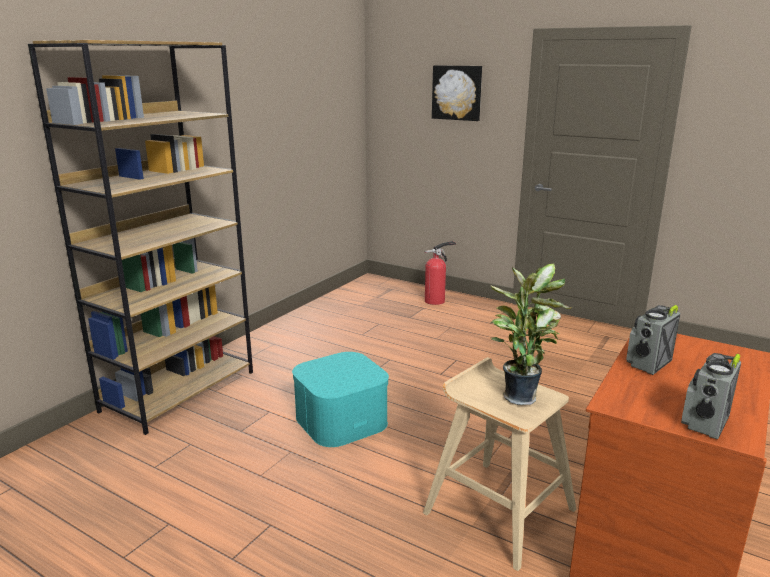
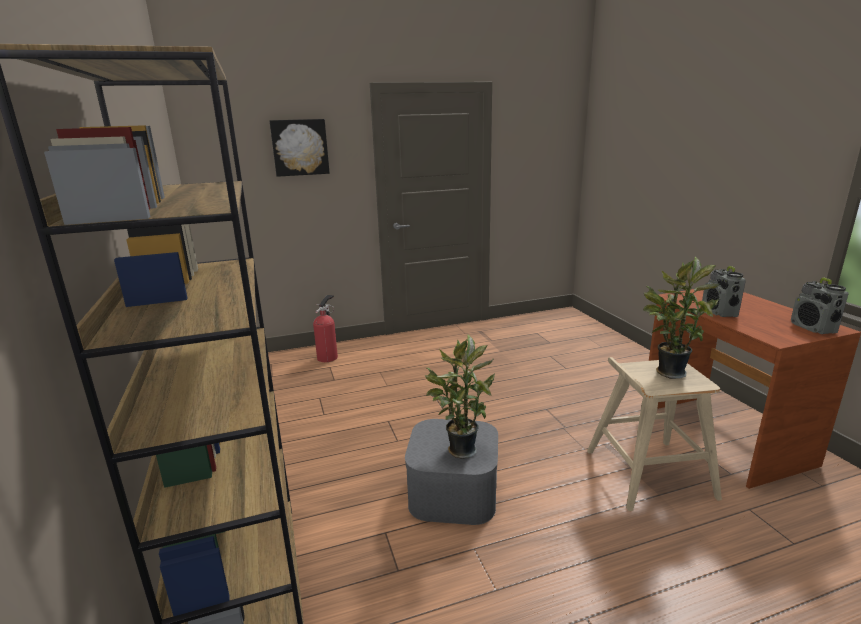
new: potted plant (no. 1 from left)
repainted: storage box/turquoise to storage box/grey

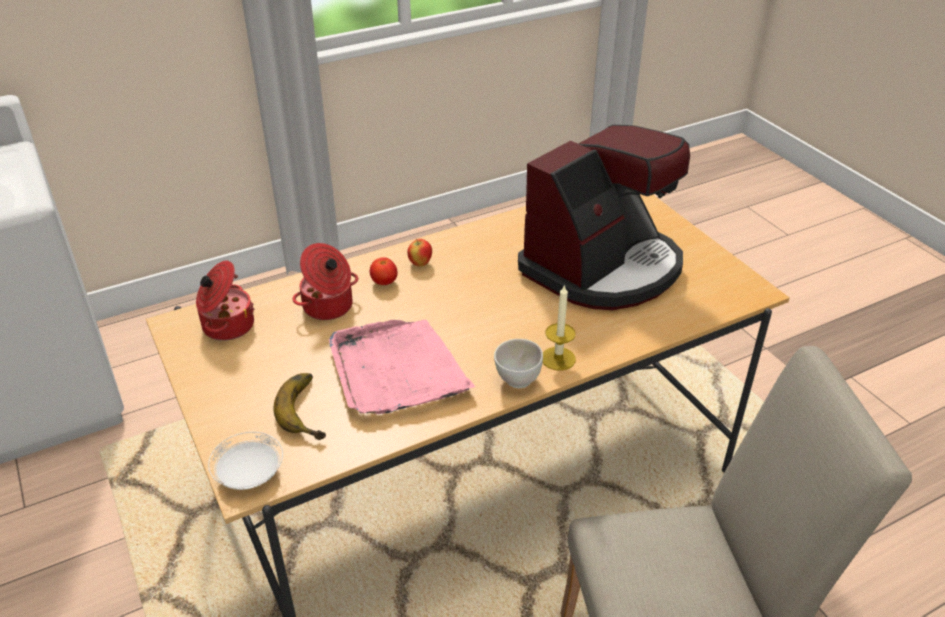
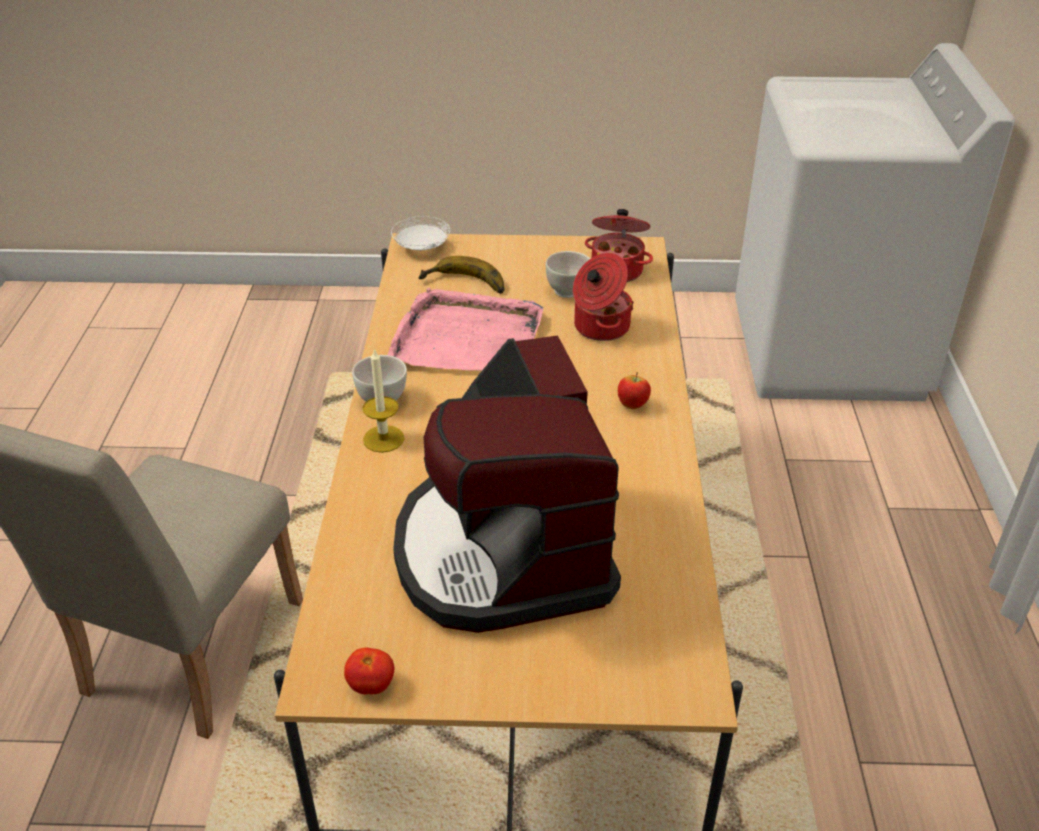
new: bowl/white (no. 2 from left)
shifted: tomato

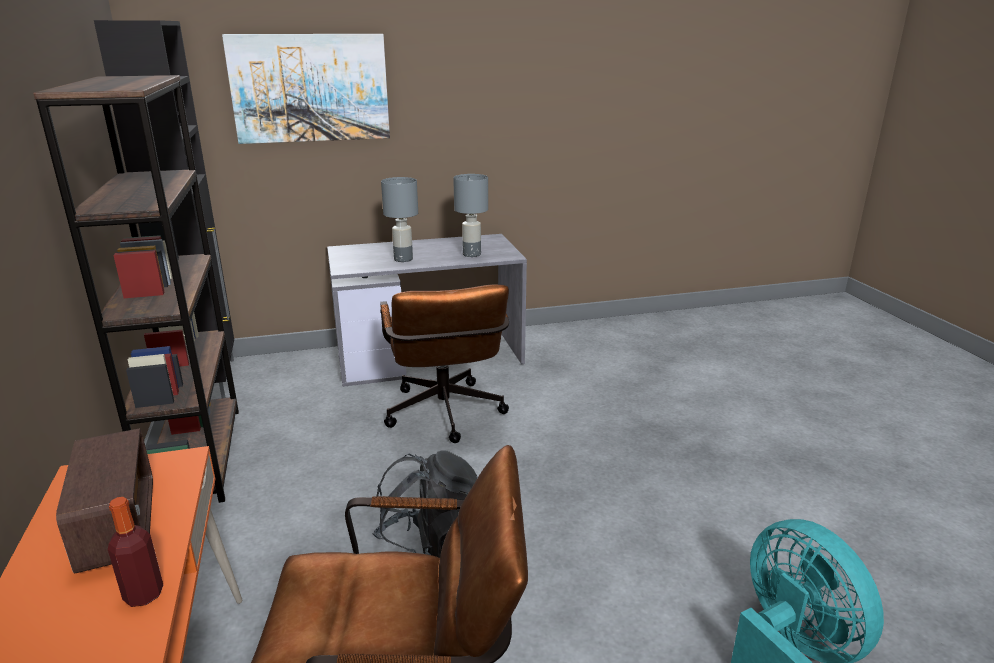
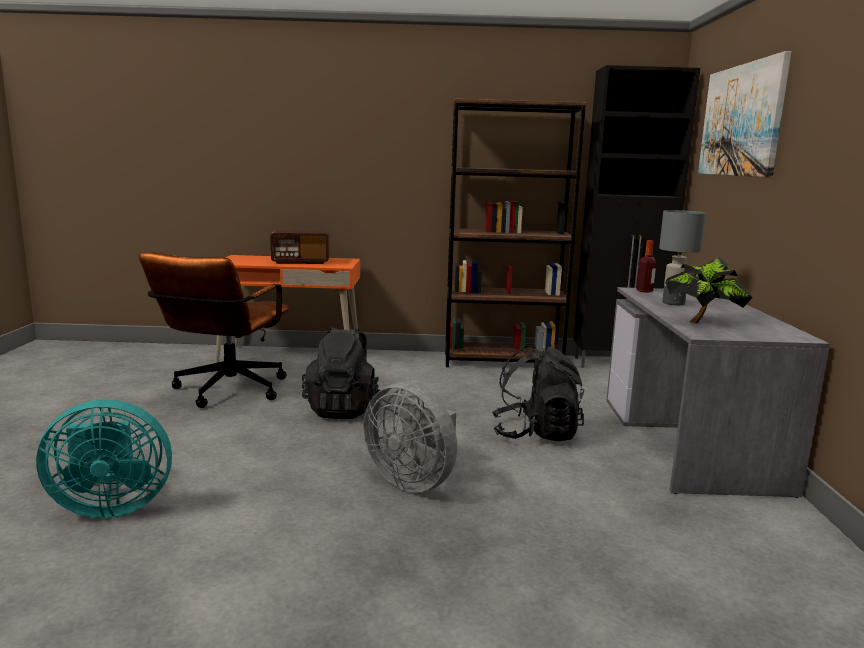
new: fan/grey
shifted: bottle
swapped: office chair/brown (no. 2 from left) to backpack/black (no. 2 from left); table lamp/grey (no. 2 from left) to potted plant

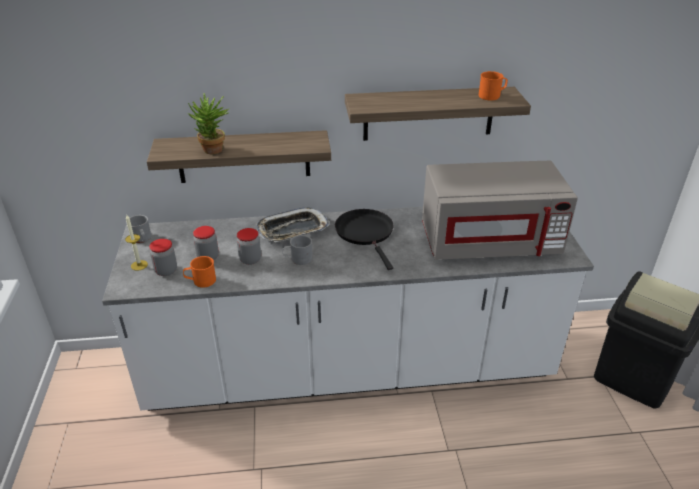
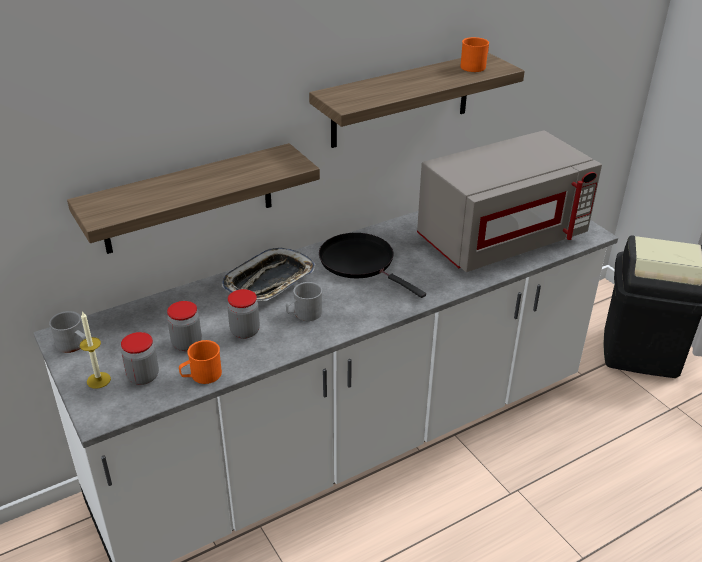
gone: potted plant

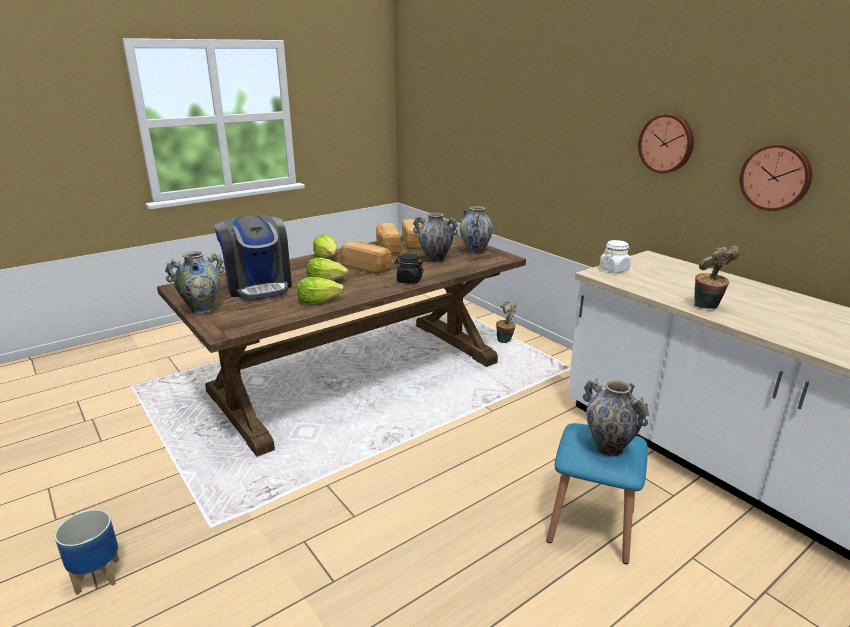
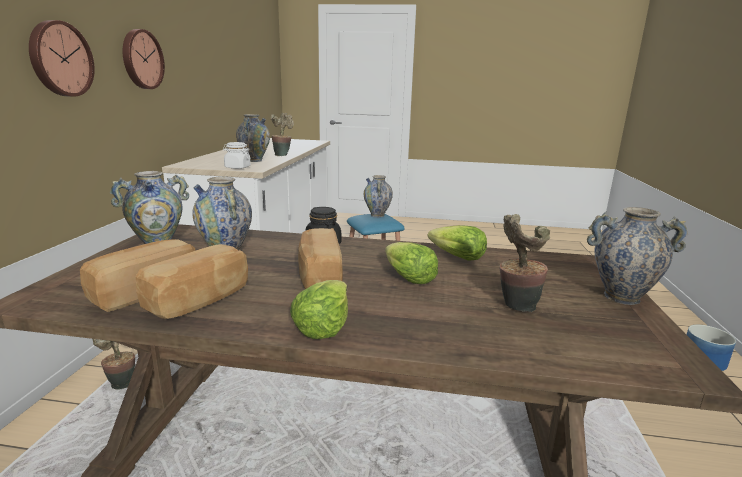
new: vase (no. 3 from left)
shifted: wall clock (no. 2 from left in the first image) to wall clock (no. 1 from left)
swapped: coffee machine to potted plant (no. 3 from left)

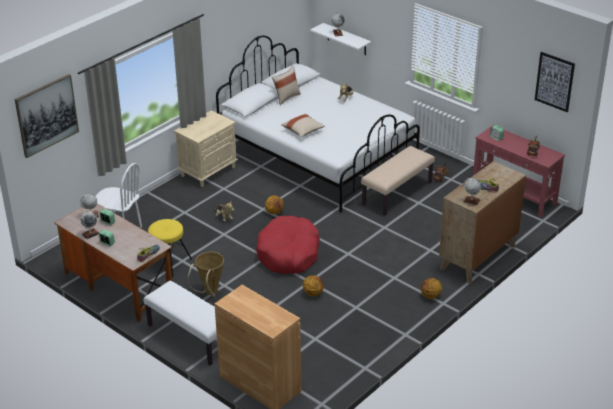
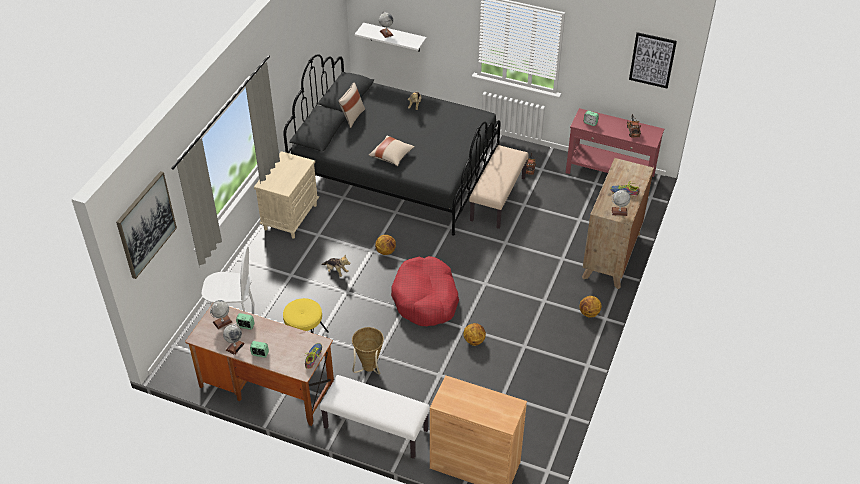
repainted: bed/white to bed/black

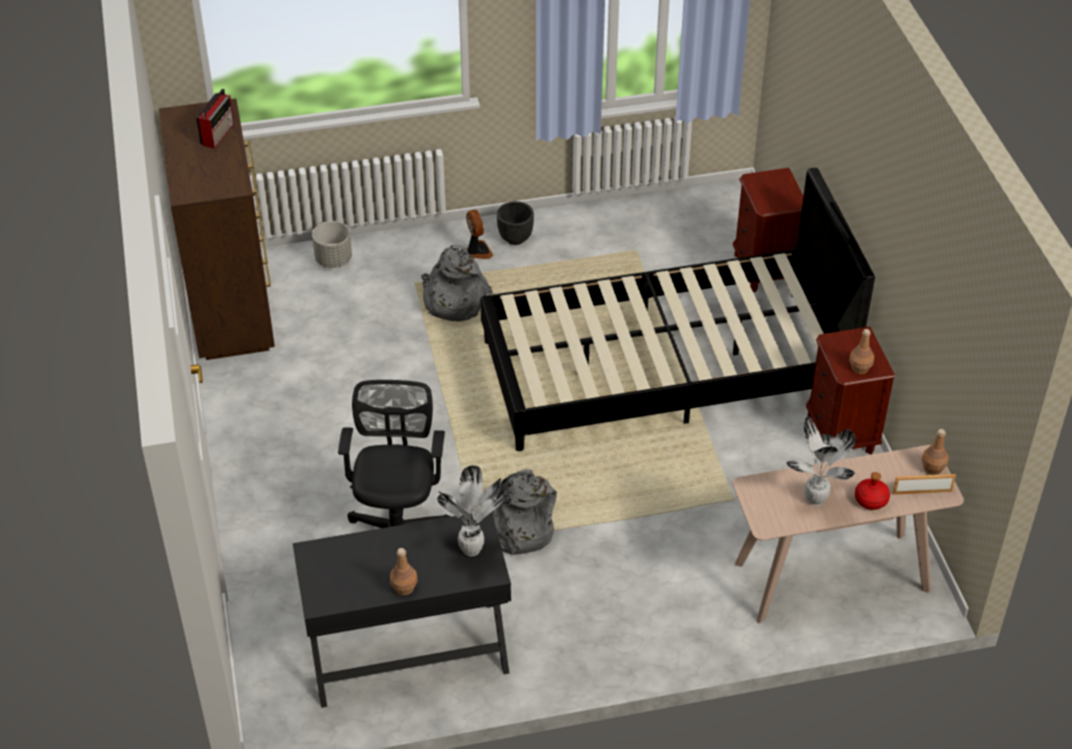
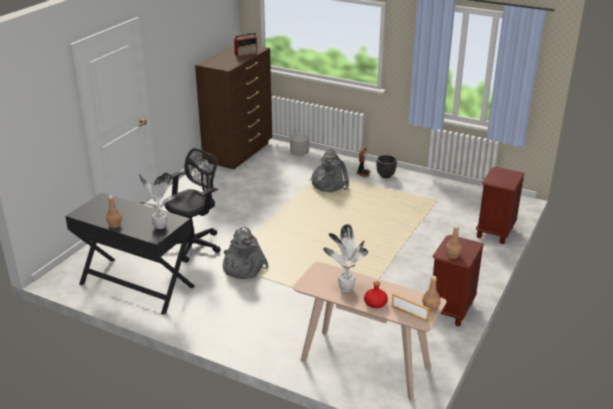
gone: bed/black

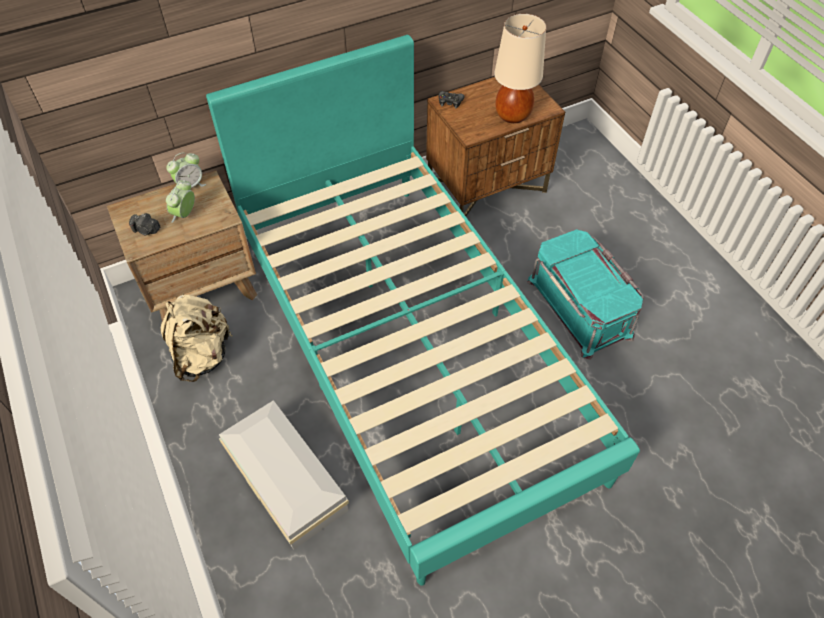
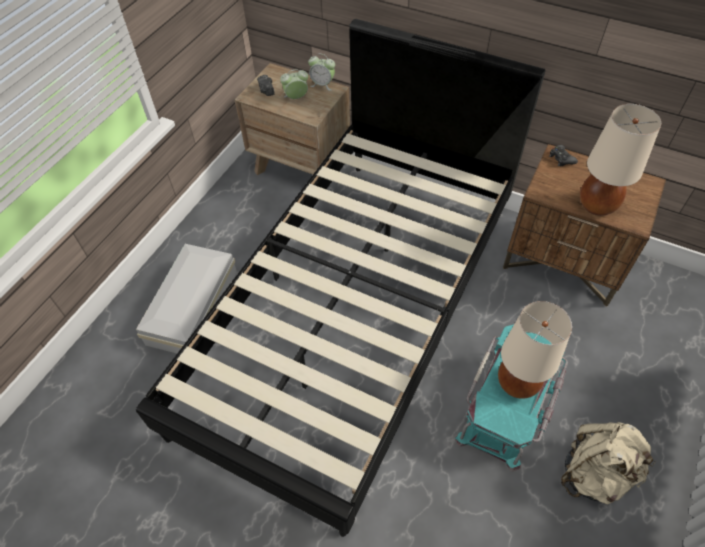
new: table lamp/beige (no. 1 from left)
shifted: backpack/beige
repainted: bed/turquoise to bed/black

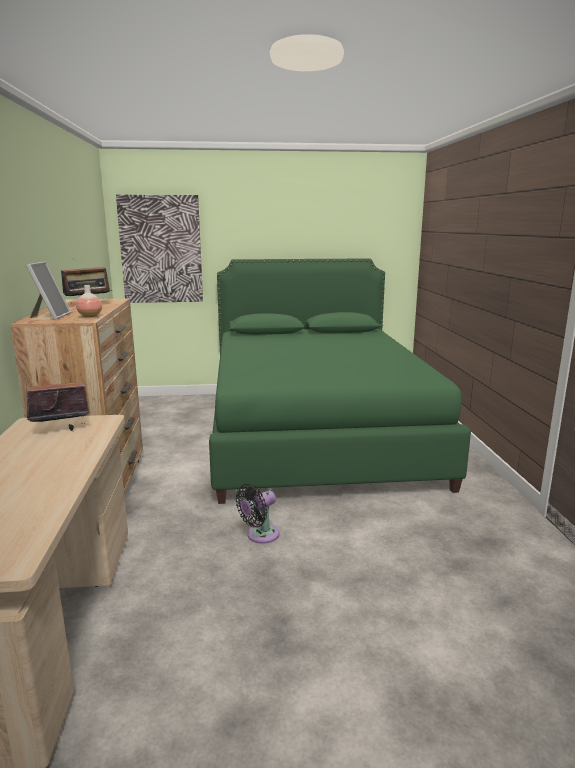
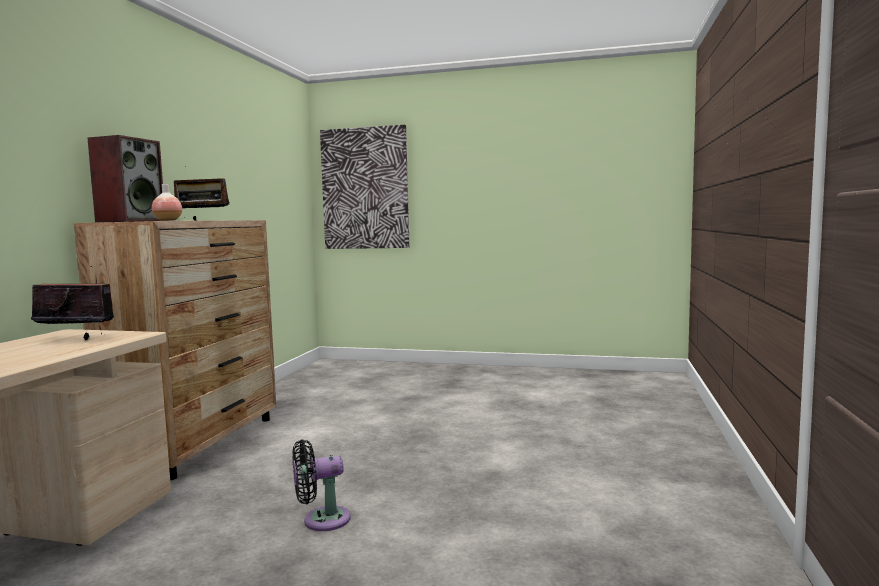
gone: bed/green
swapped: picture frame to speaker

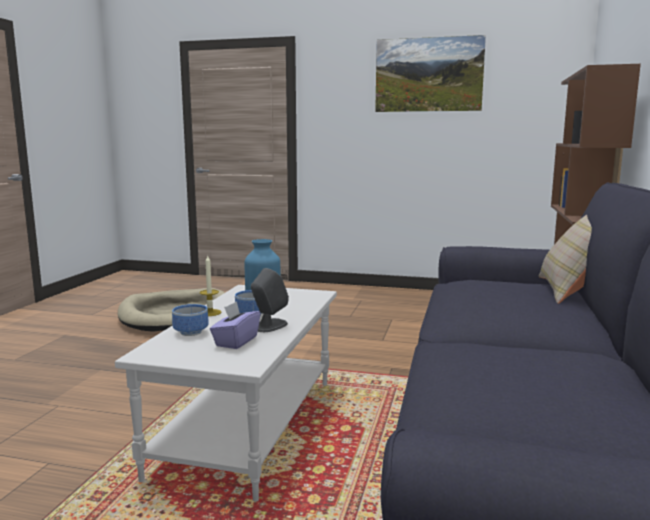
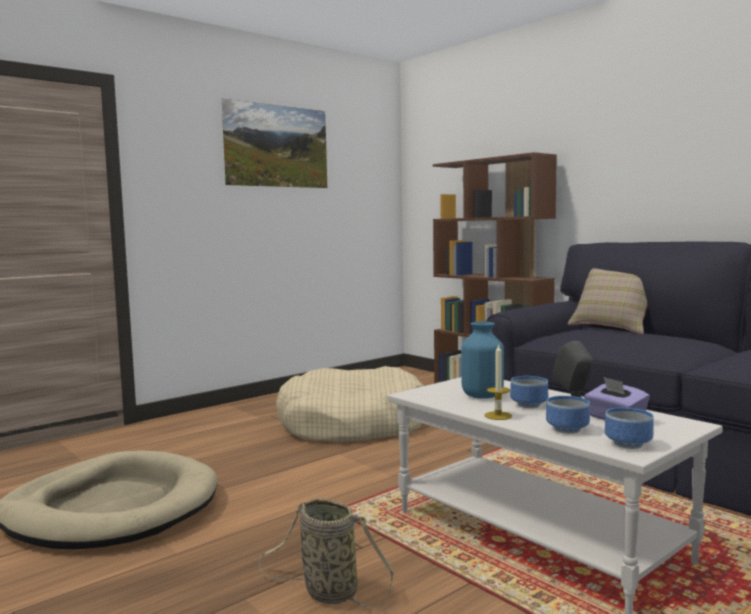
new: basket; dog bed/beige (no. 2 from left); bowl (no. 3 from left)

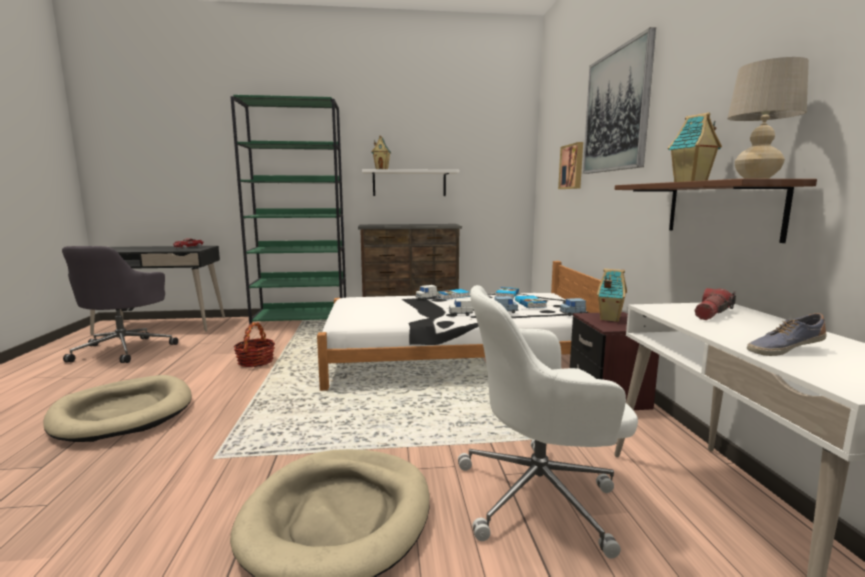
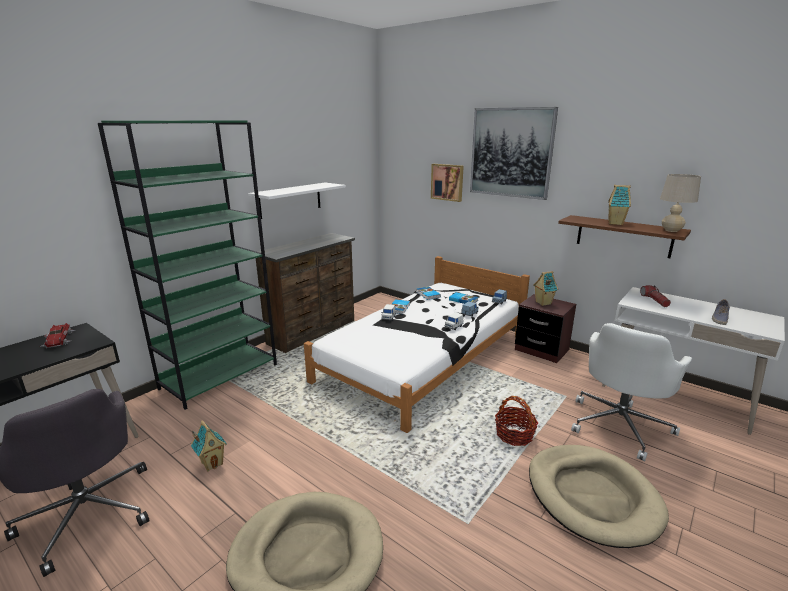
shifted: basket; toy house (no. 1 from left)

